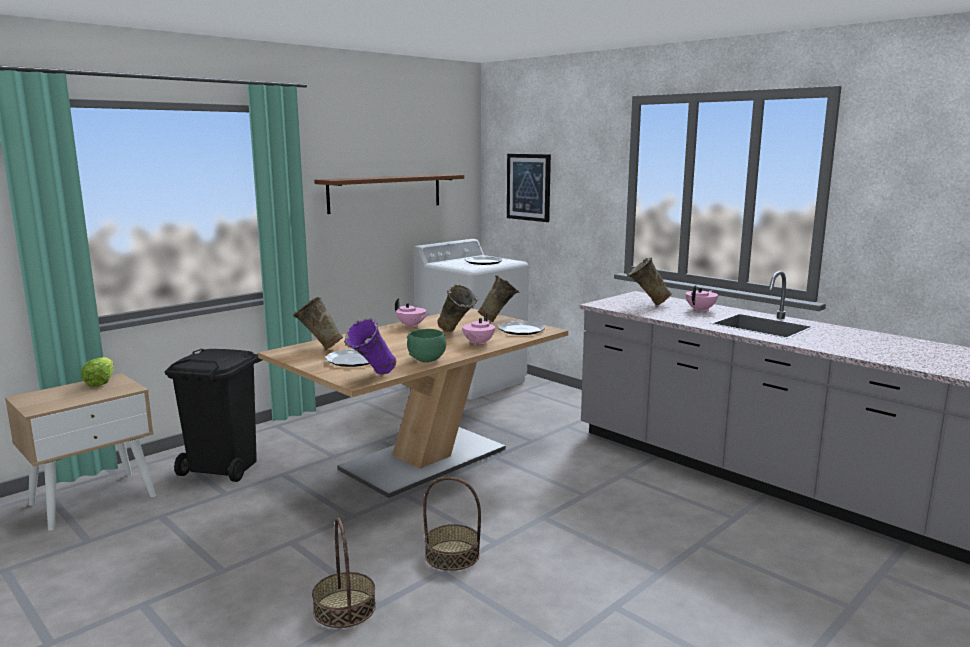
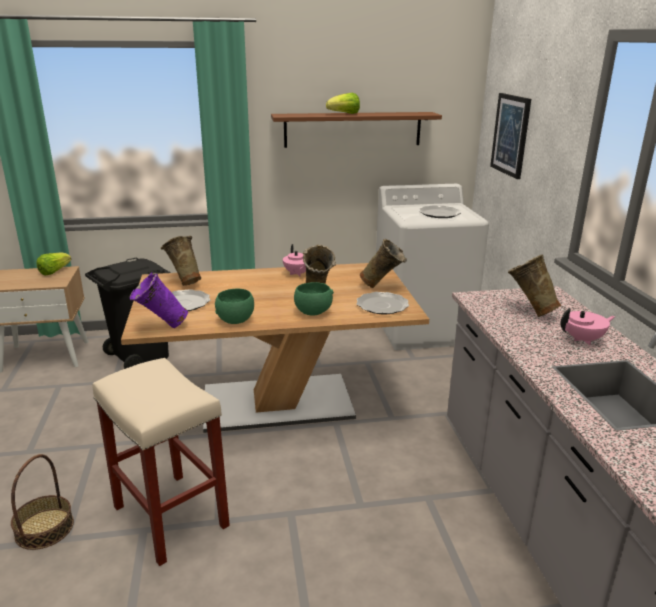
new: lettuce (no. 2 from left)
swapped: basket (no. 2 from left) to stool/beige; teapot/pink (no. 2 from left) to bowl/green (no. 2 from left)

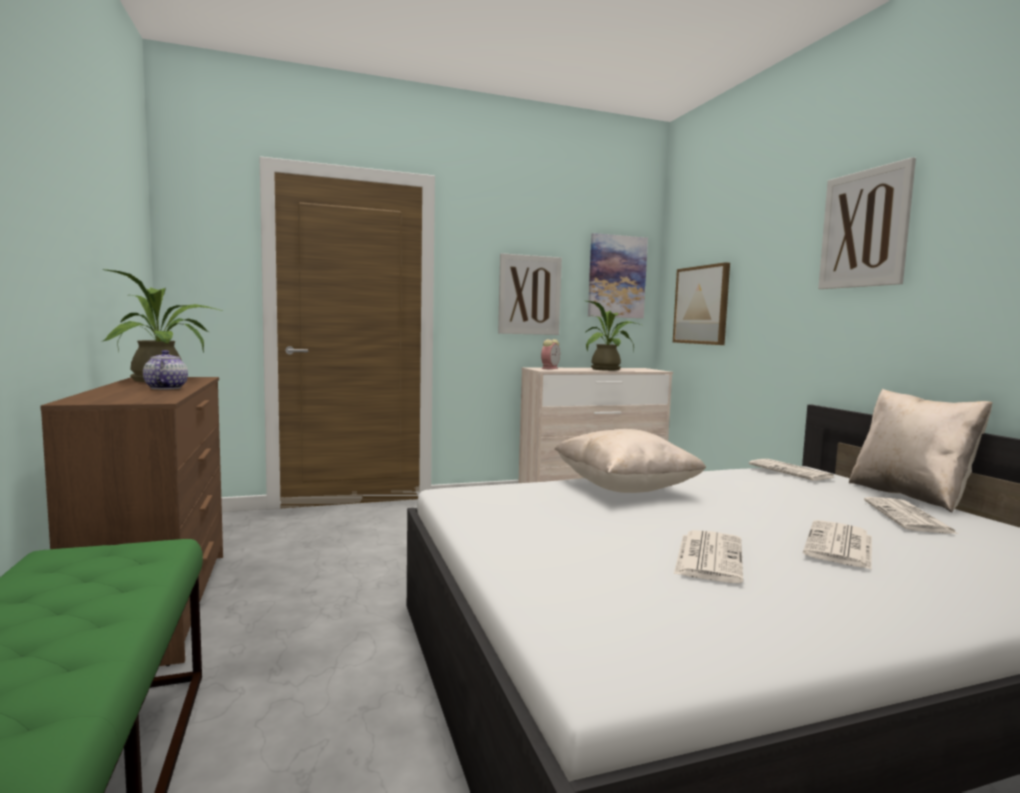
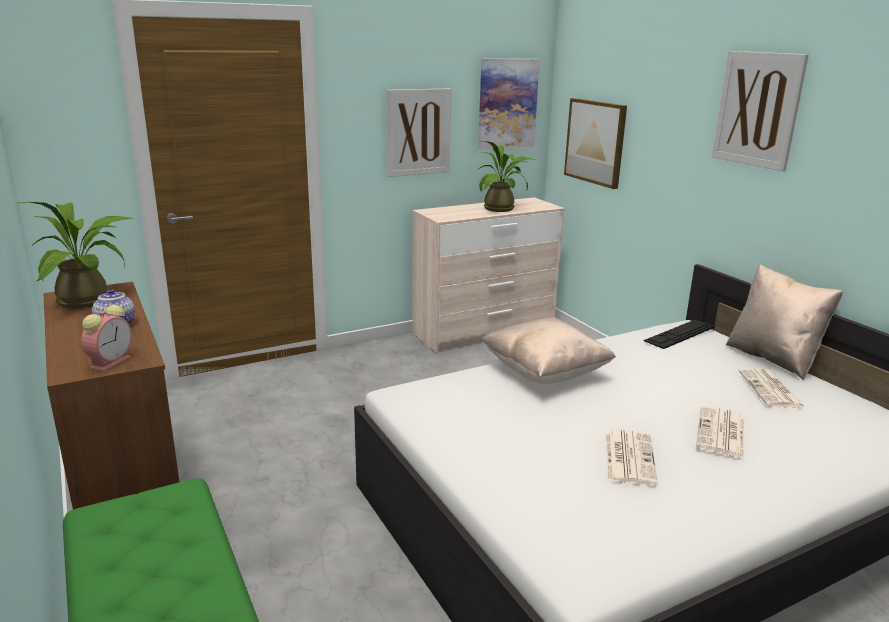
shifted: alarm clock
swapped: newspaper (no. 2 from left) to keyboard

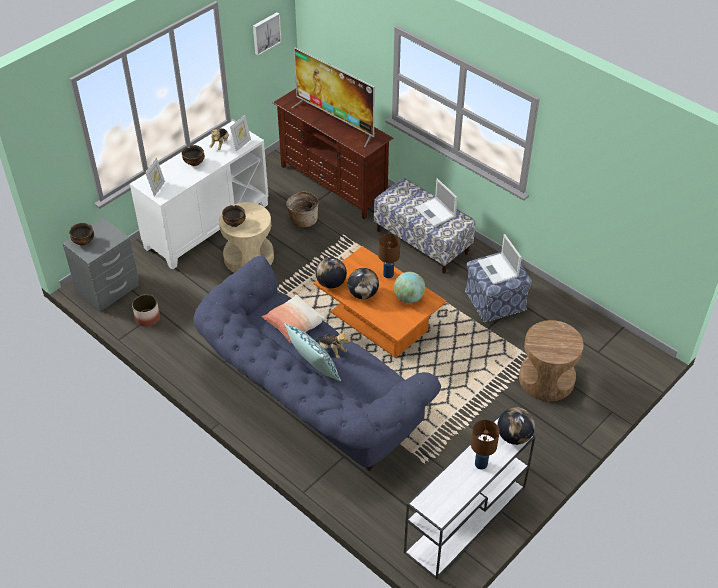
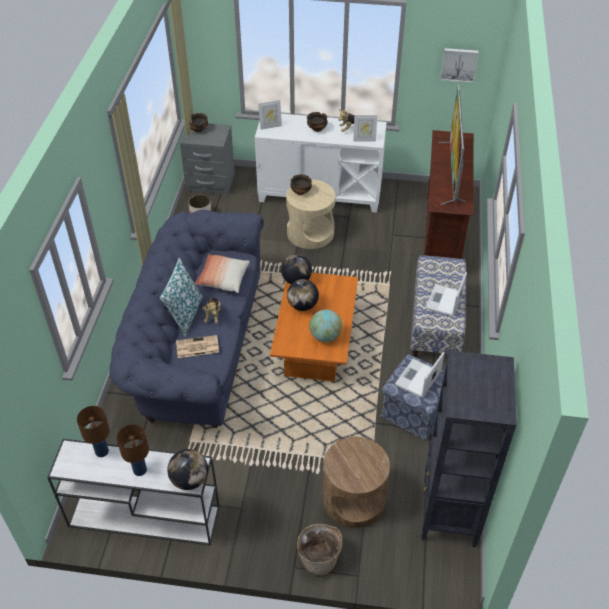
new: newspaper; bookcase/black
shifted: basket; table lamp/brown (no. 1 from left)

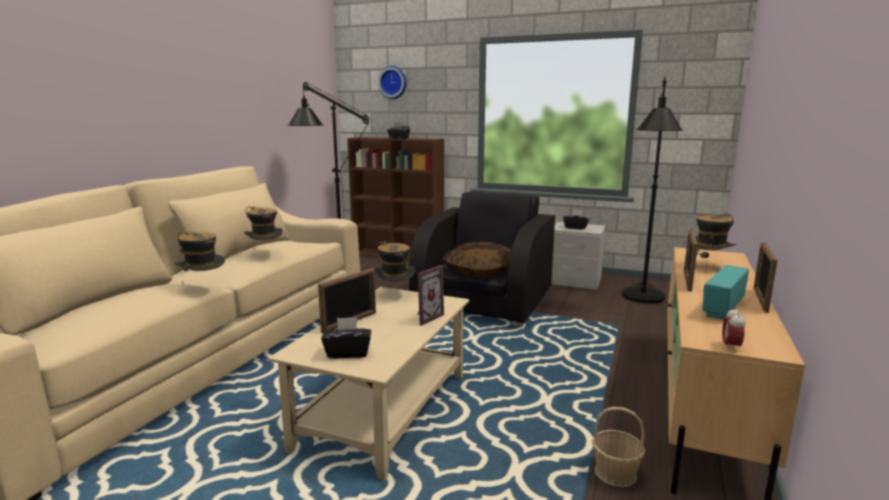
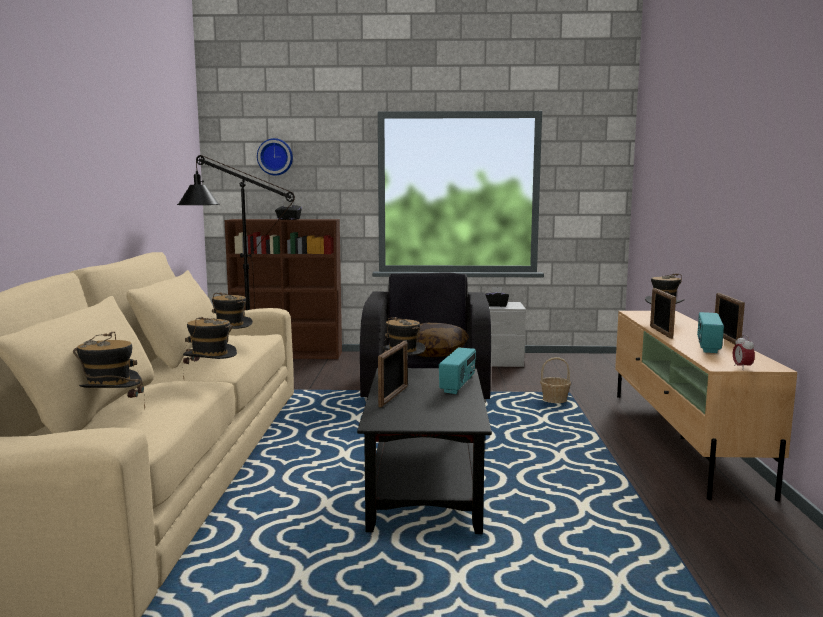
gone: tissue box/black (no. 1 from left); floor lamp/black (no. 2 from left)
new: hat (no. 1 from left)
shifted: basket
swapped: picture frame (no. 2 from left) to radio (no. 1 from left)
repainted: coffee table/beige to coffee table/black

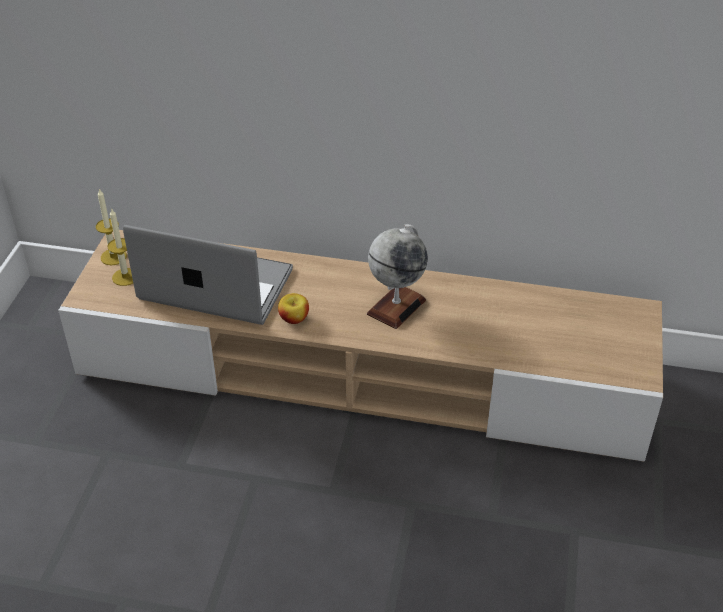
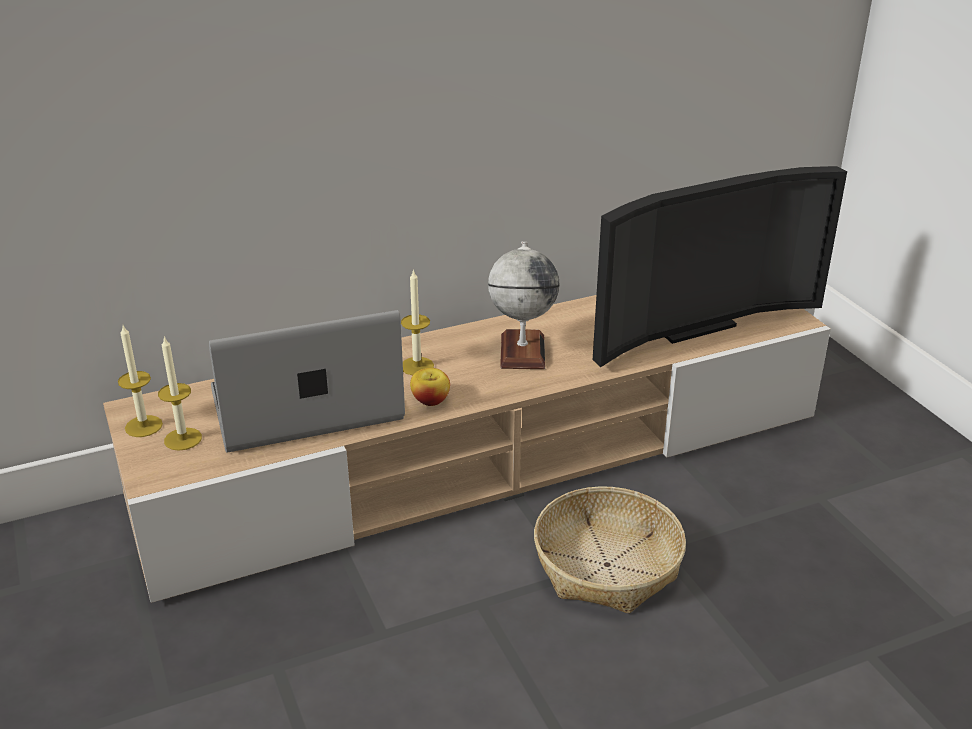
new: candle (no. 3 from left); basket; television

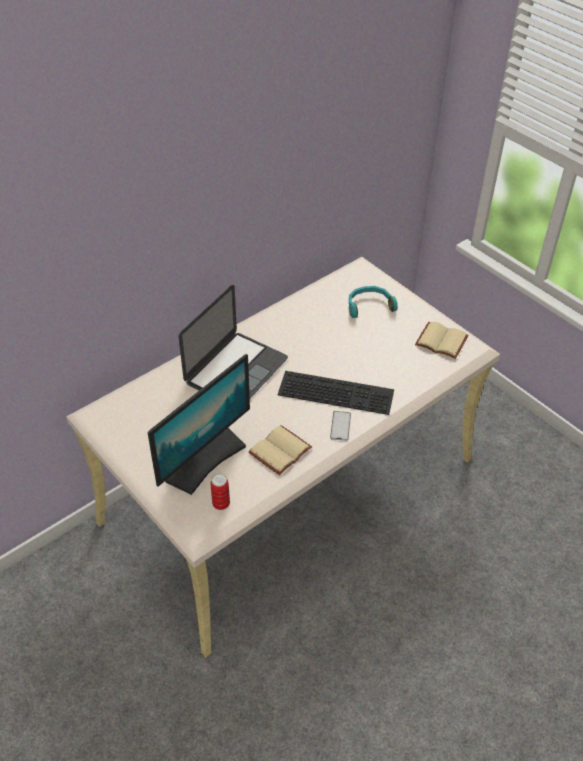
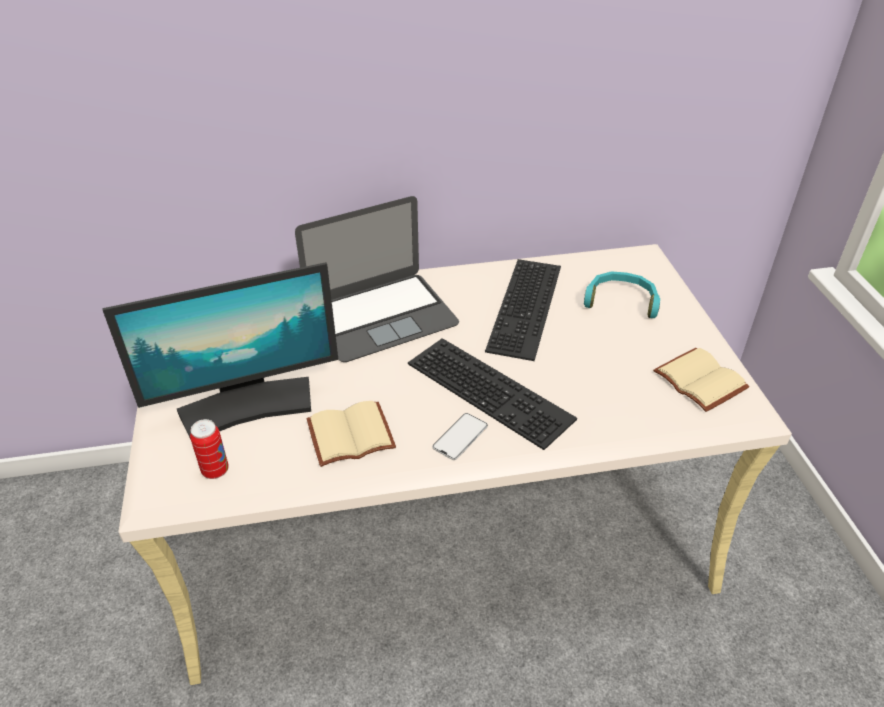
new: keyboard (no. 2 from left)

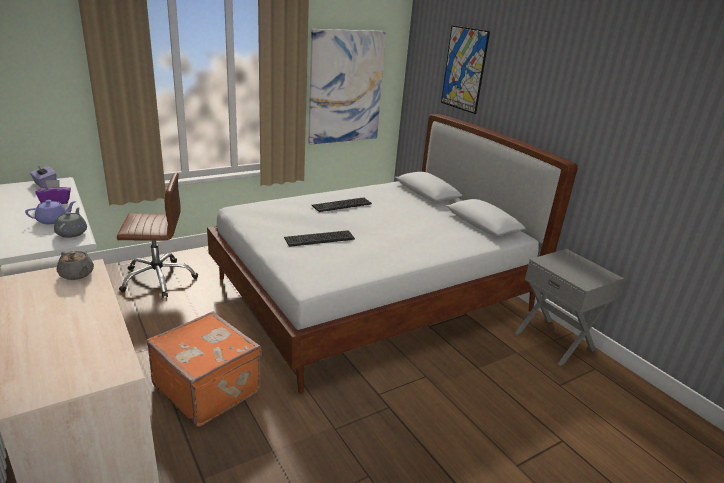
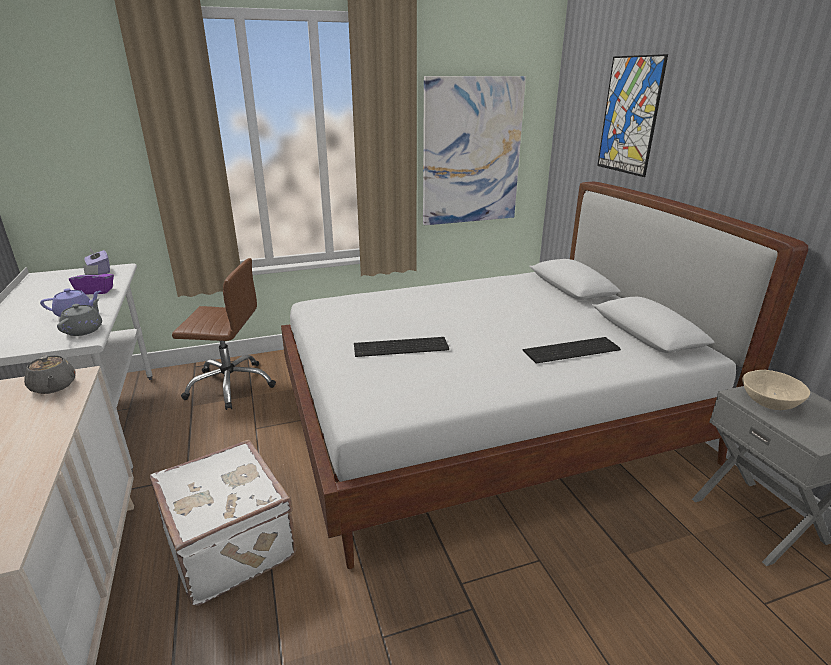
new: bowl/beige
shifted: keyboard (no. 2 from left)
repainted: suitcase/orange to suitcase/white

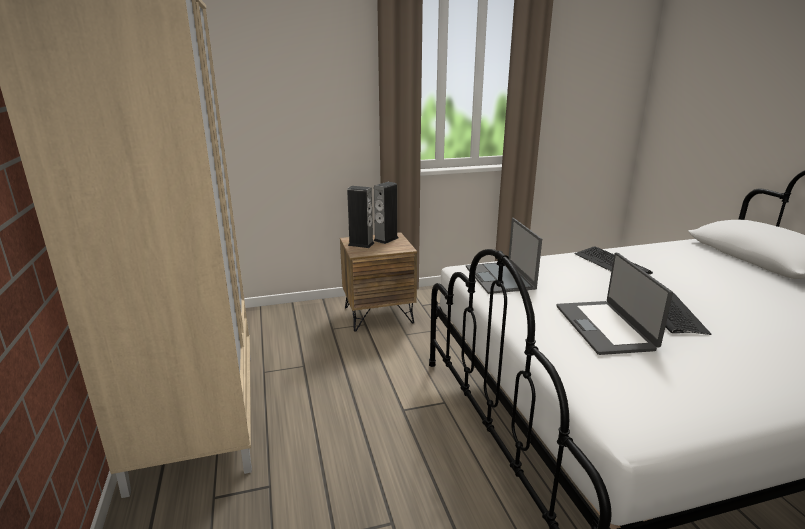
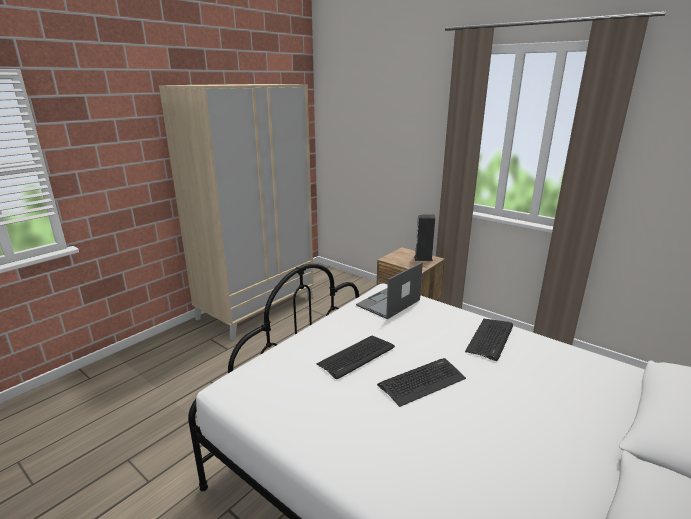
gone: speaker (no. 1 from left)
swapped: laptop (no. 2 from left) to keyboard (no. 1 from left)

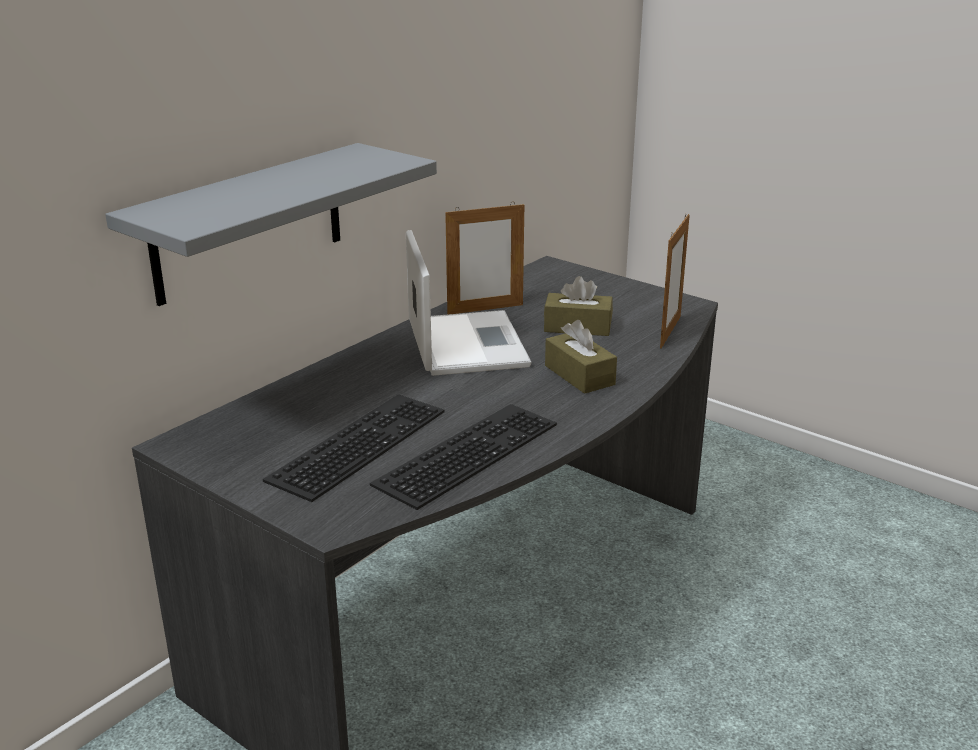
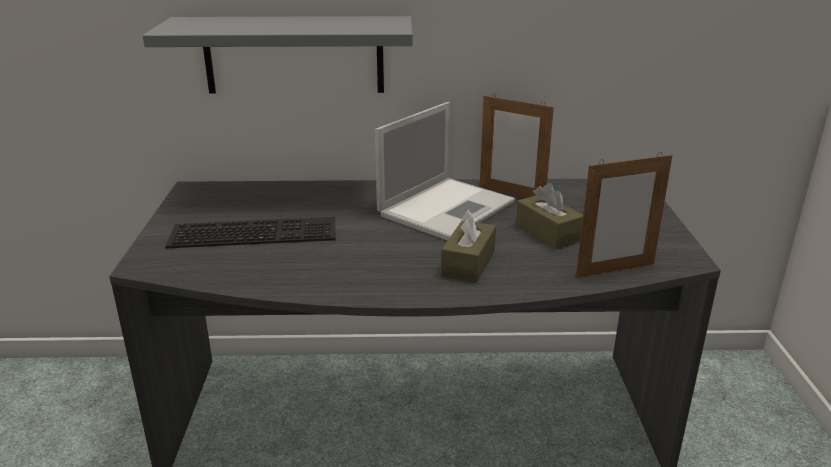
gone: keyboard (no. 2 from left)

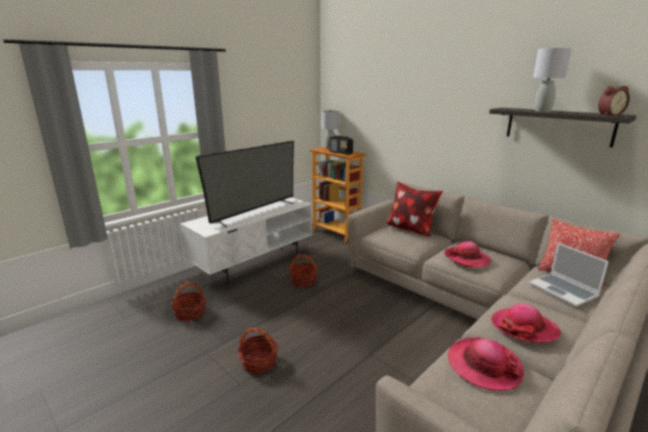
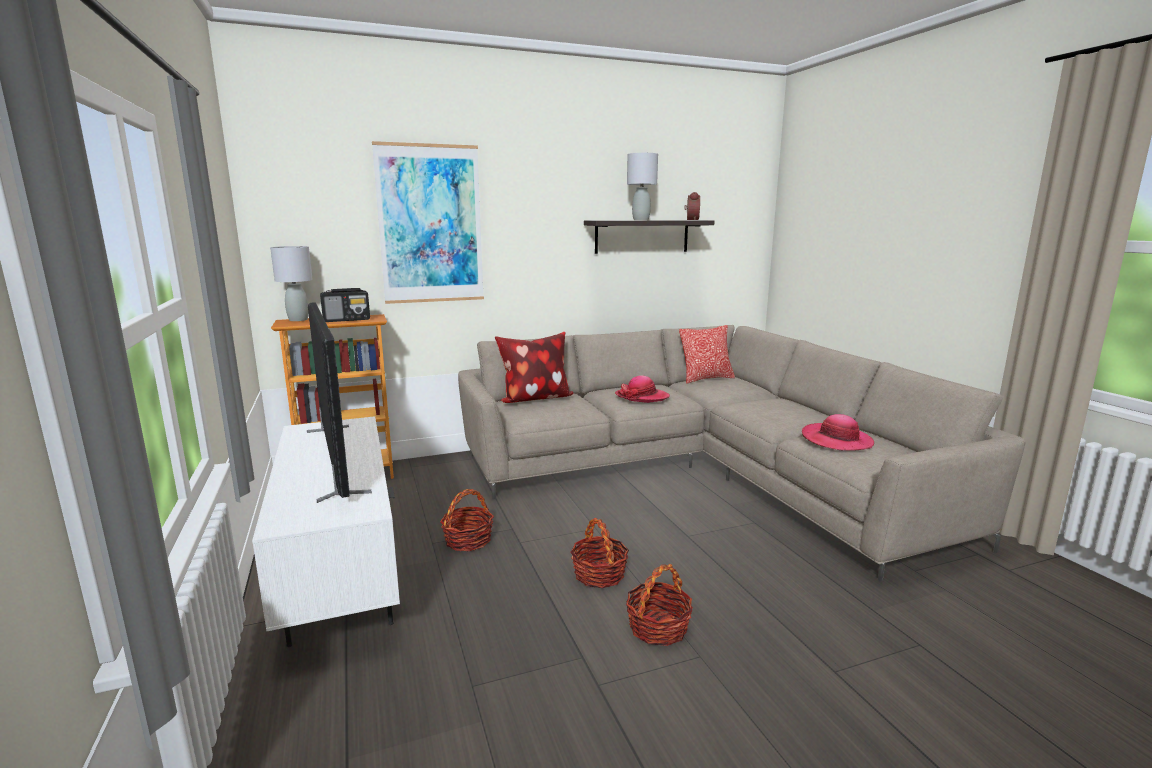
gone: hat (no. 3 from left); laptop
new: picture
shifted: basket (no. 1 from left in the first image) to basket (no. 2 from left)

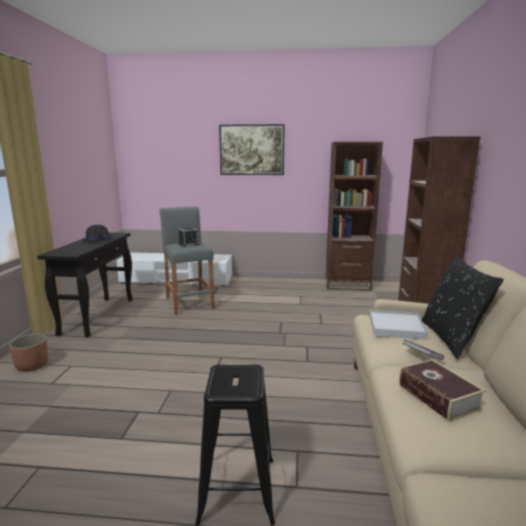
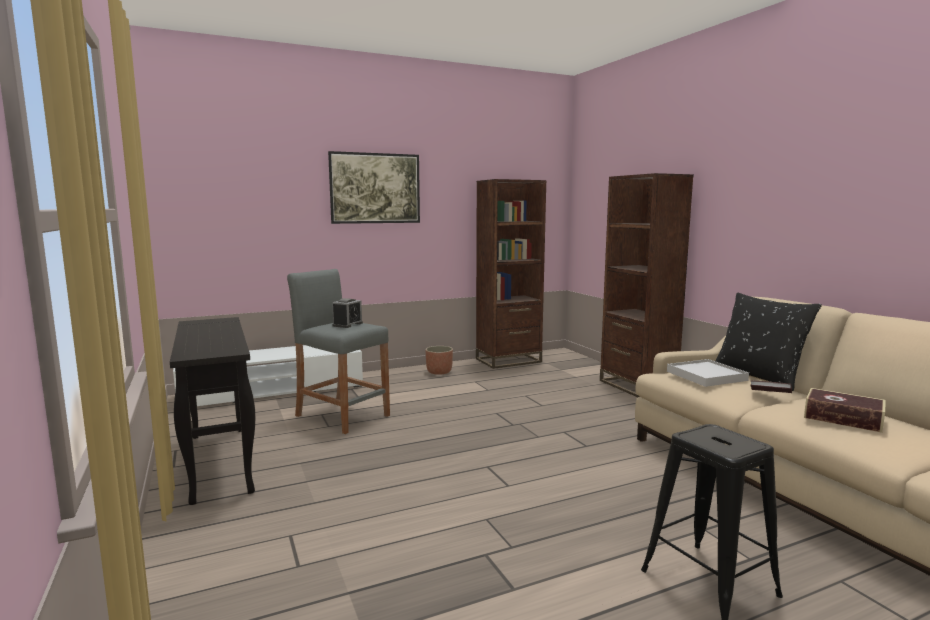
gone: hat/black
shifted: planter

